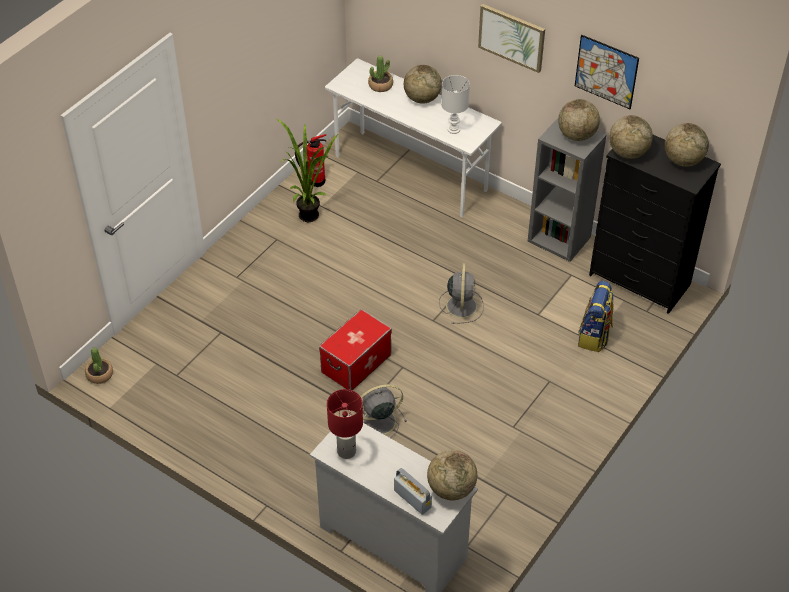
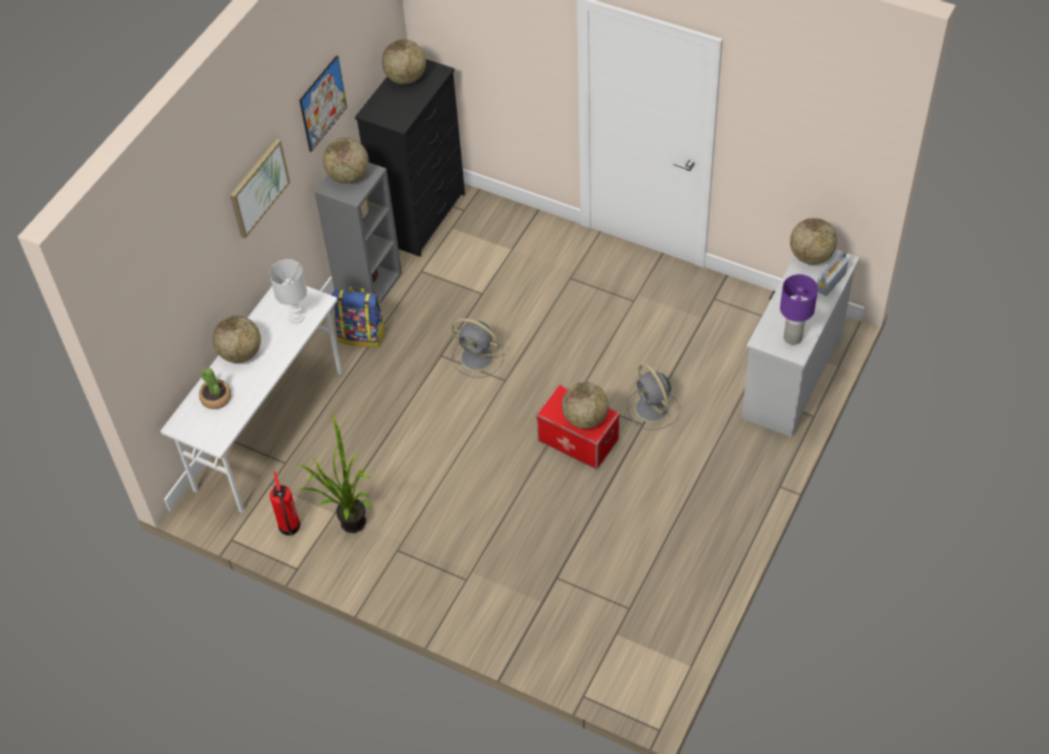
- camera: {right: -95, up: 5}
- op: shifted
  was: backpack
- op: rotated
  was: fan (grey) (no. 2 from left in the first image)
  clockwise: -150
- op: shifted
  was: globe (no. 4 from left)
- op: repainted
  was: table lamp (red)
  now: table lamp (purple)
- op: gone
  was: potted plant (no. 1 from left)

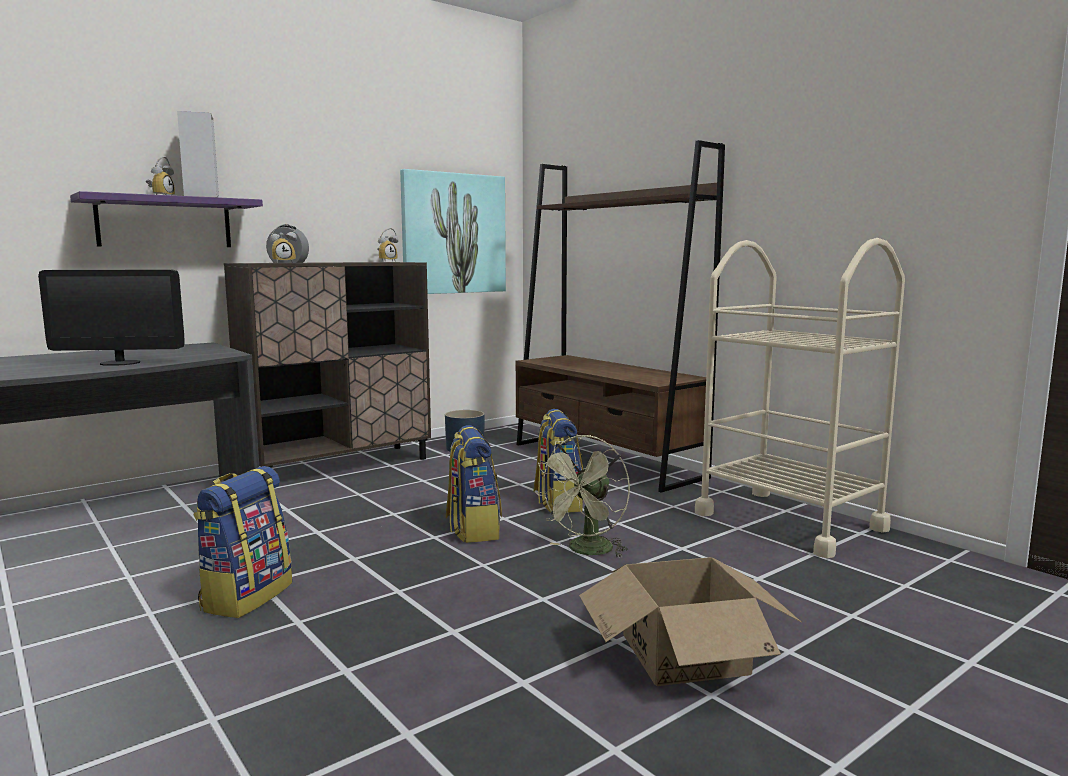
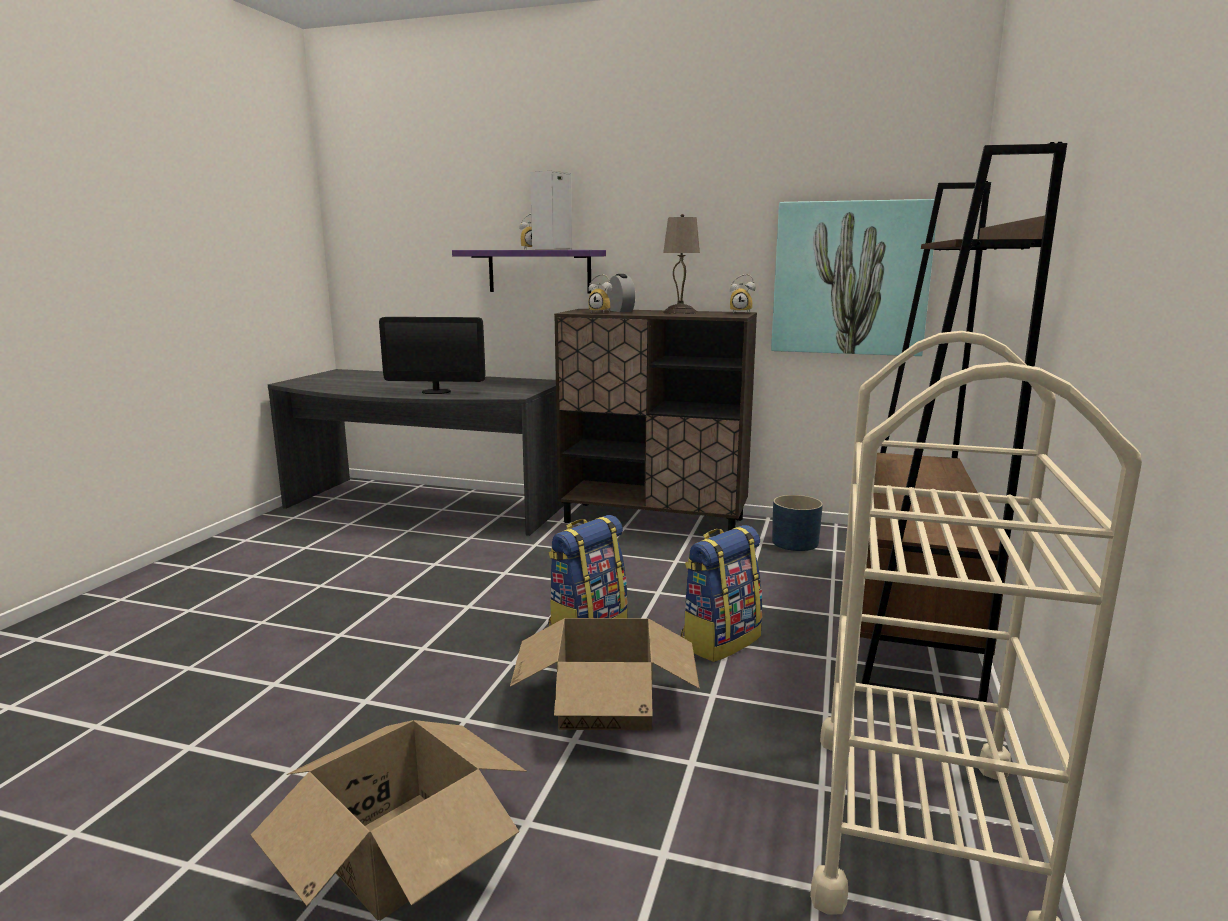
- camera: {right: 55, up: 5}
- op: rotated
  was: monitor
  clockwise: -45
- op: swapped
  was: fan (green)
  now: cardboard box (no. 2 from left)
- op: new
  now: table lamp (beige)
- op: gone
  was: backpack (no. 1 from left)

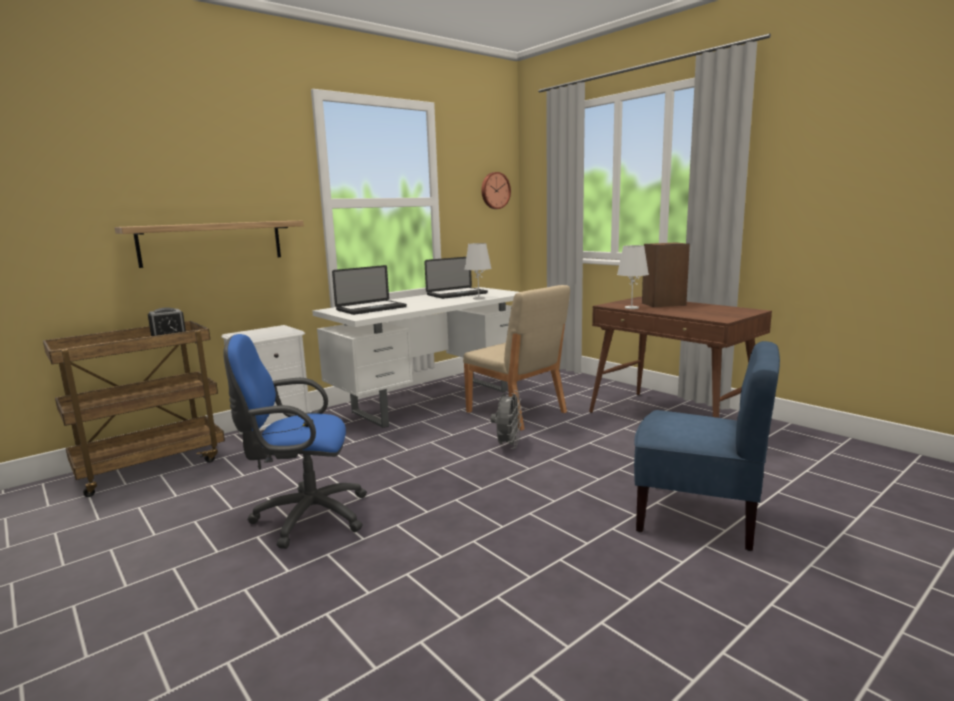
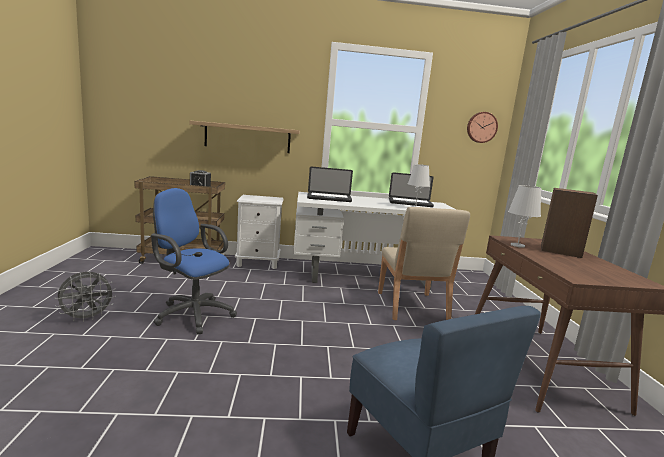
- camera: {right: 35, up: 0}
- op: shifted
  was: fan (grey)

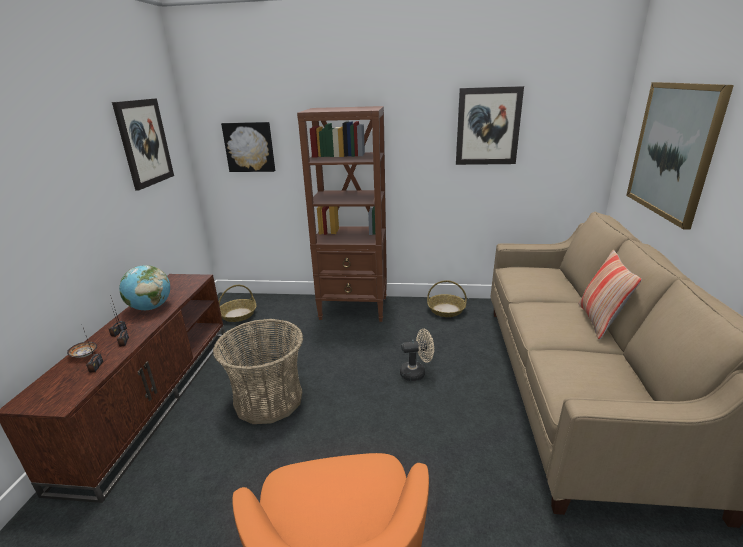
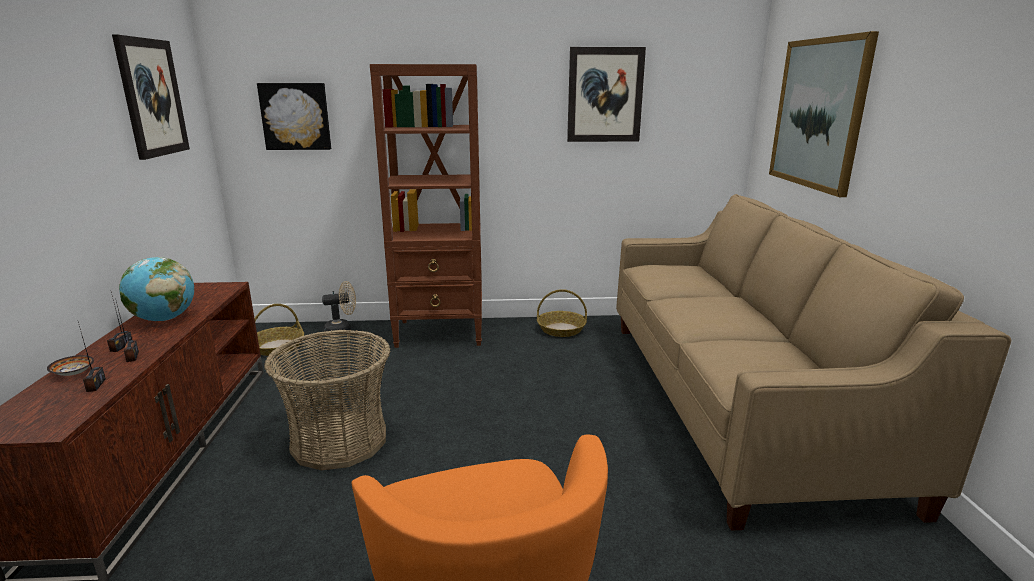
- camera: {right: -10, up: -5}
- op: shifted
  was: fan (beige)
- op: gone
  was: pillow

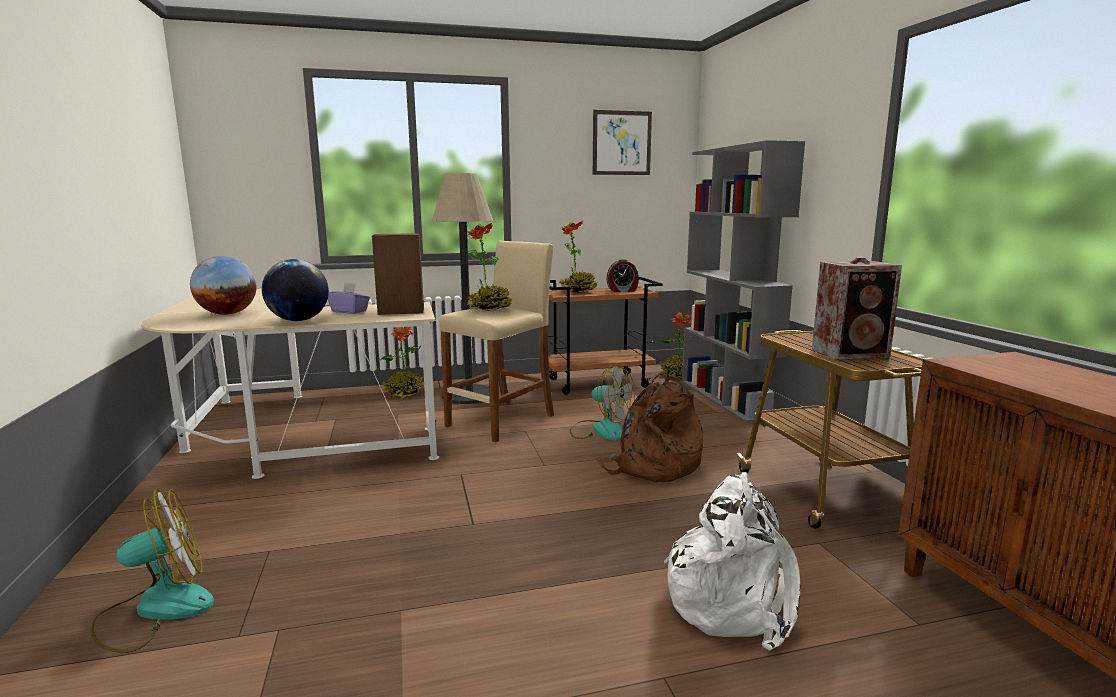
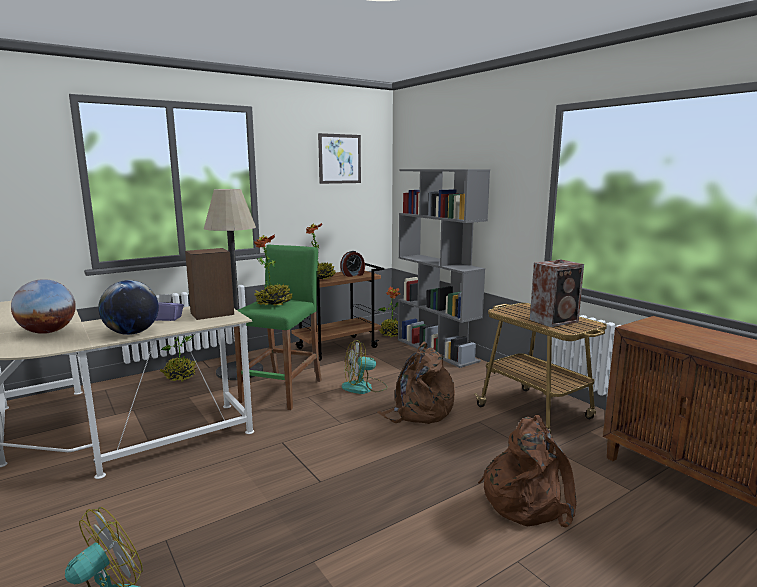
- camera: {right: -20, up: 0}
- op: repainted
  was: stool (beige)
  now: stool (green)
- op: rotated
  was: fan (no. 2 from left)
  clockwise: 150
- op: repainted
  was: backpack (white)
  now: backpack (brown) (no. 2 from left)

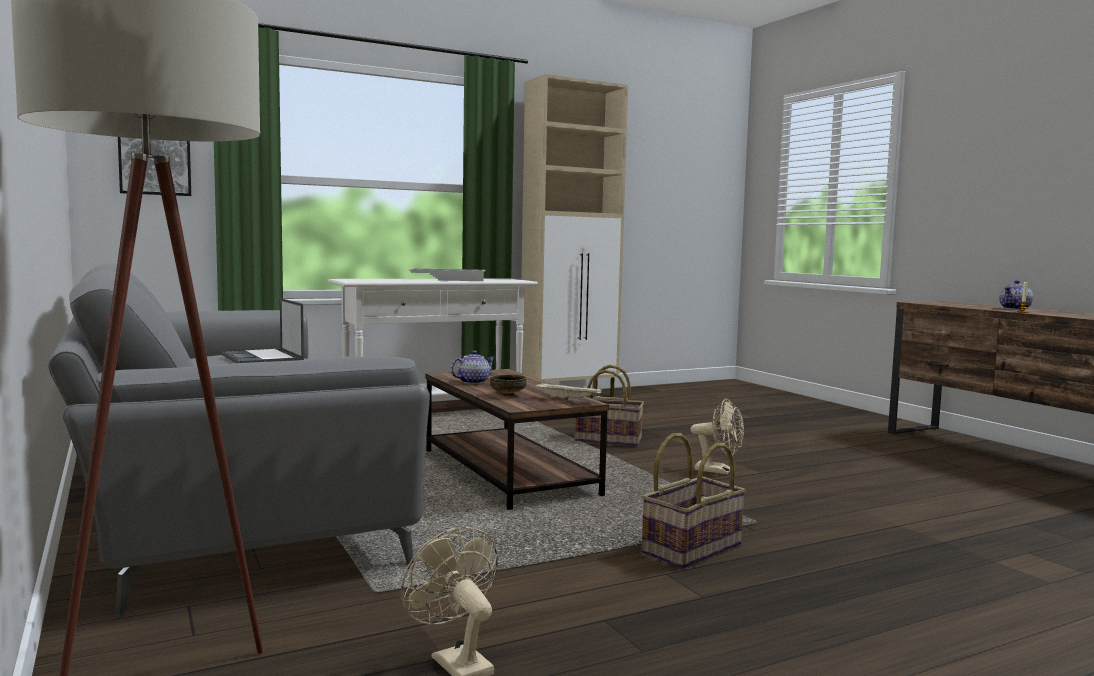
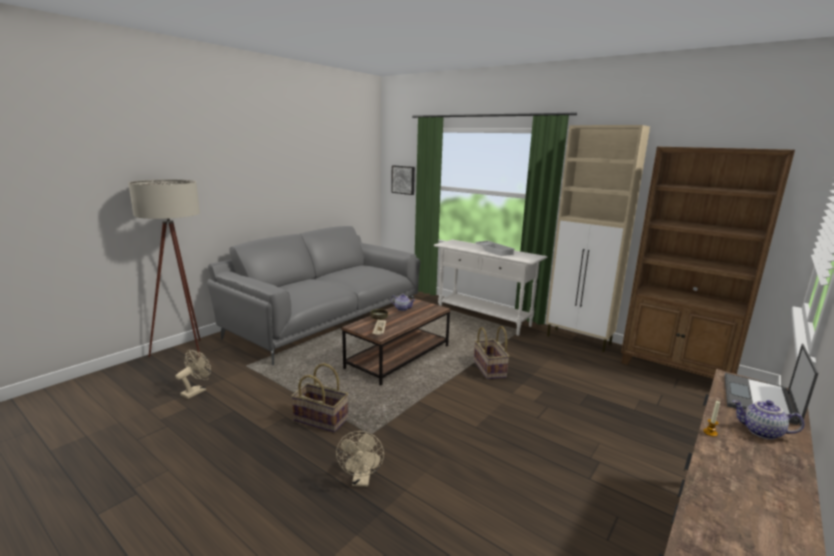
- camera: {right: 65, up: 10}
- op: shifted
  was: fan (beige) (no. 2 from left)
- op: new
  now: bookcase (brown)
- op: shifted
  was: laptop

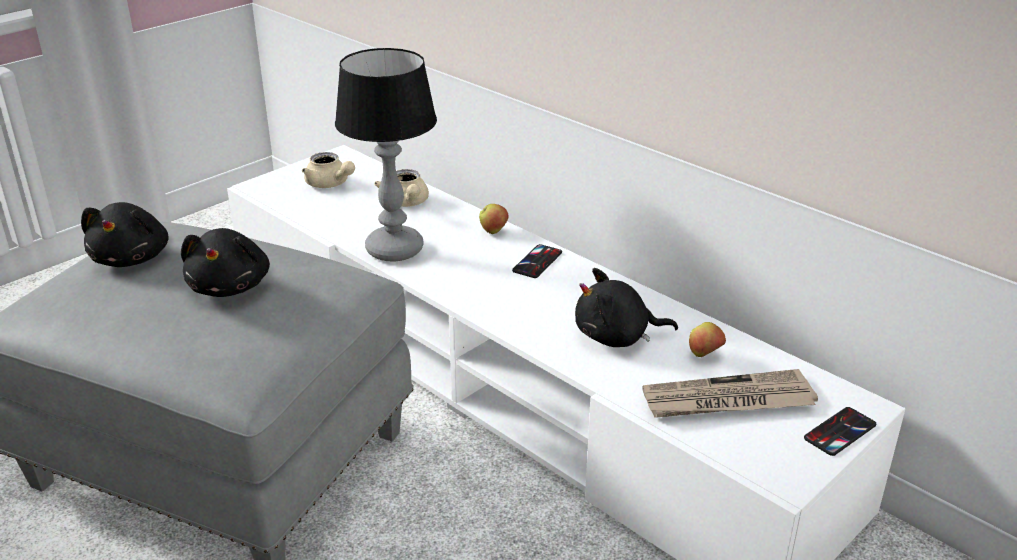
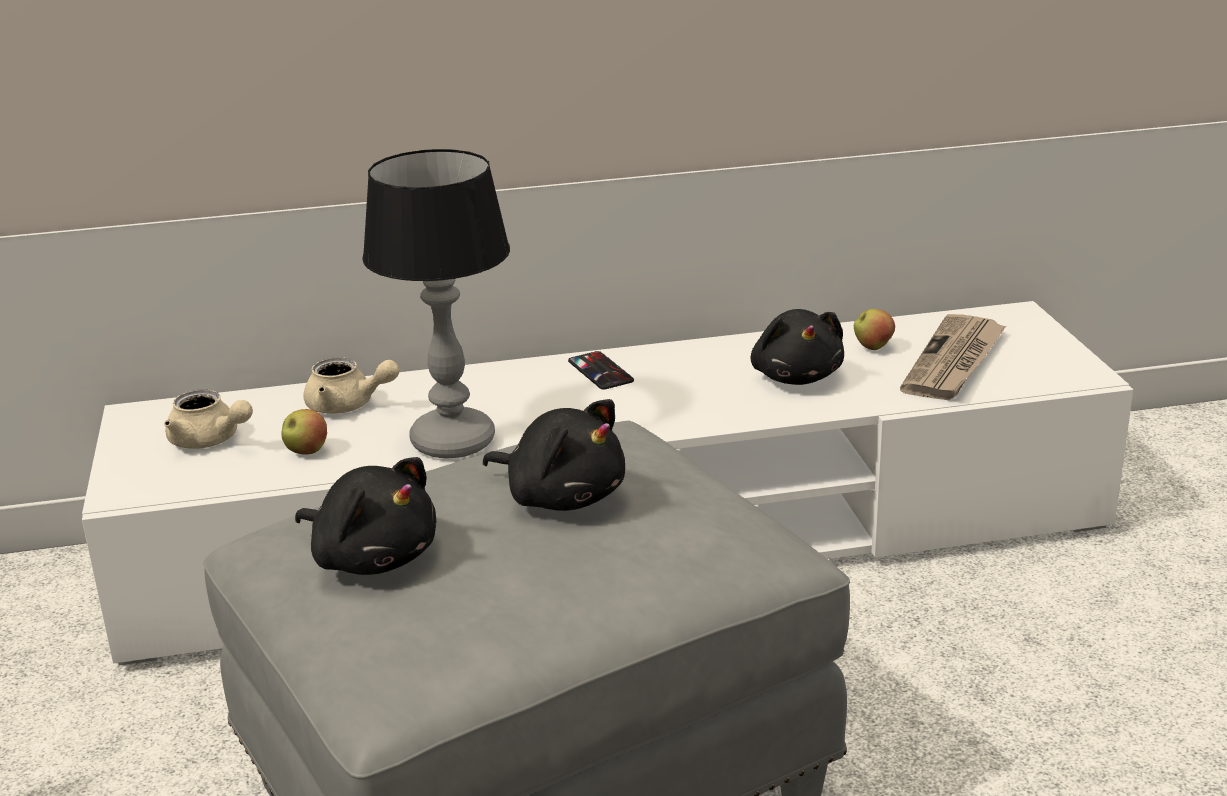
- camera: {right: -55, up: -5}
- op: rotated
  was: teapot (beige) (no. 1 from left)
  clockwise: 45
- op: shifted
  was: apple (no. 1 from left)
- op: rotated
  was: plush toy (black) (no. 3 from left)
  clockwise: -45
- op: gone
  was: phone (no. 2 from left)

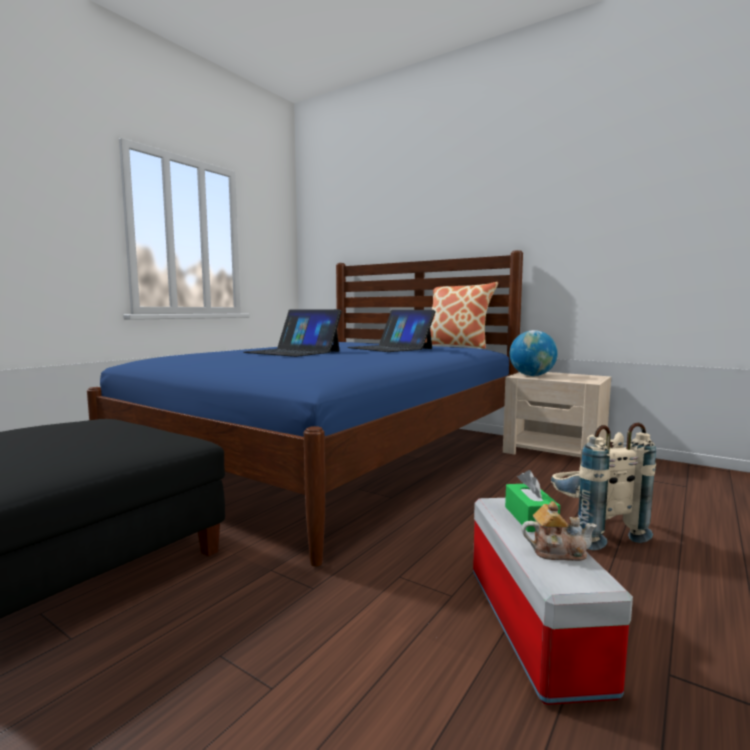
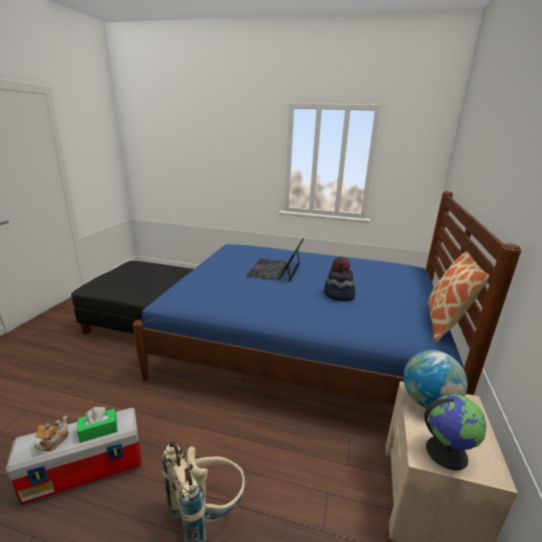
- camera: {right: 70, up: 15}
- op: rotated
  was: teapot
  clockwise: -150
- op: swapped
  was: laptop (no. 2 from left)
  now: hat
- op: new
  now: globe (no. 2 from left)

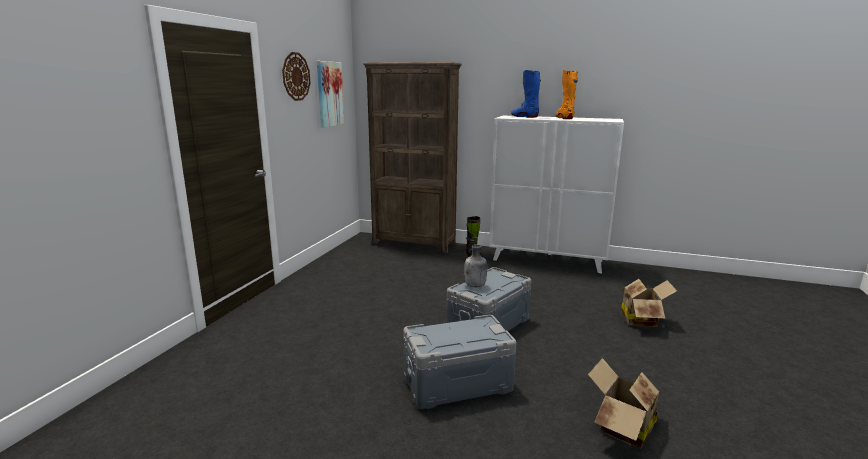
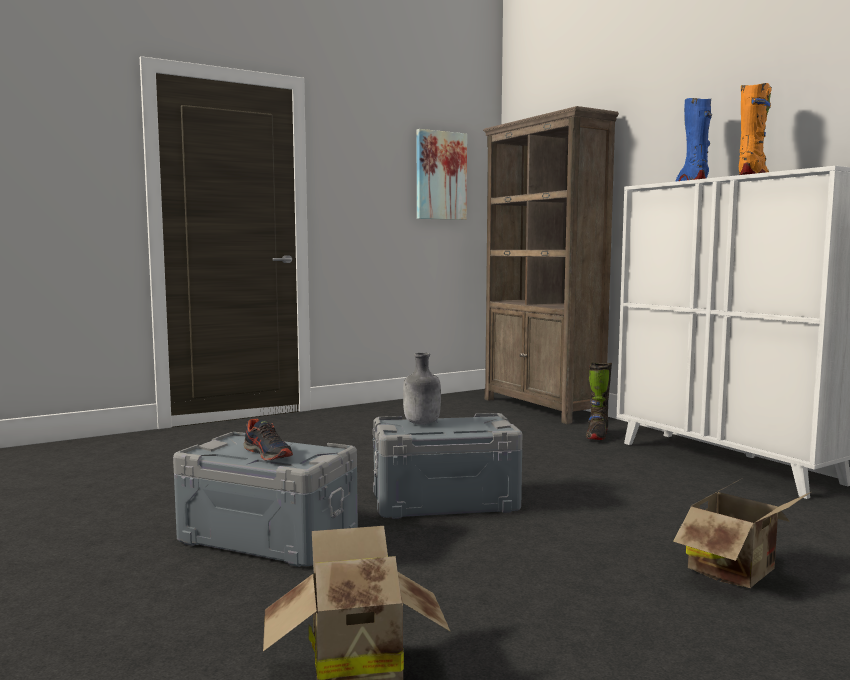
- camera: {right: 40, up: -10}
- op: new
  now: shoe
- op: gone
  was: wall clock

